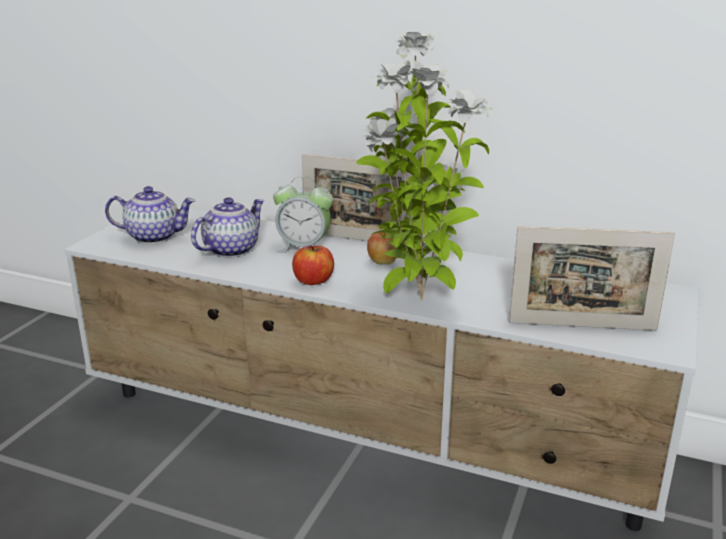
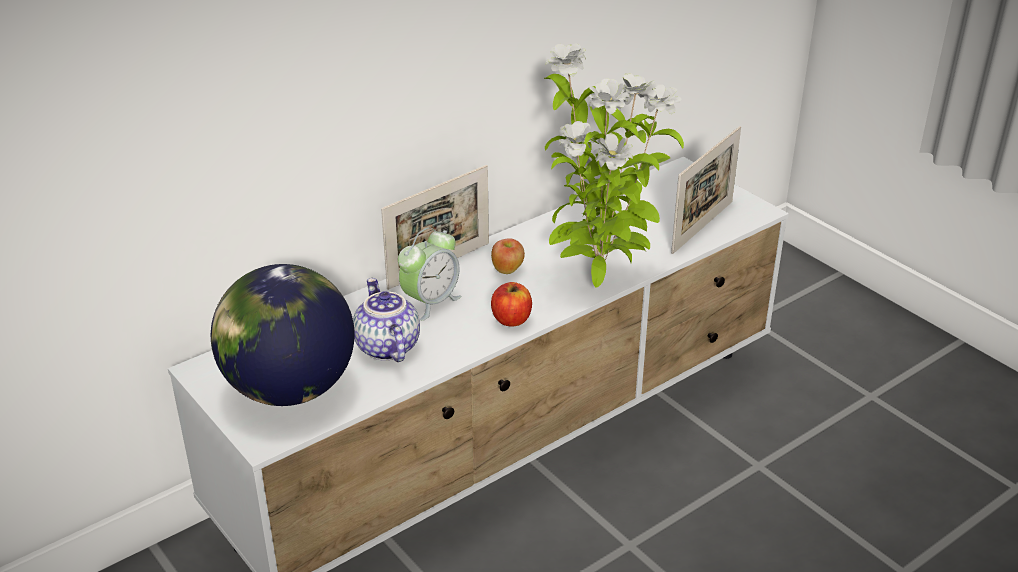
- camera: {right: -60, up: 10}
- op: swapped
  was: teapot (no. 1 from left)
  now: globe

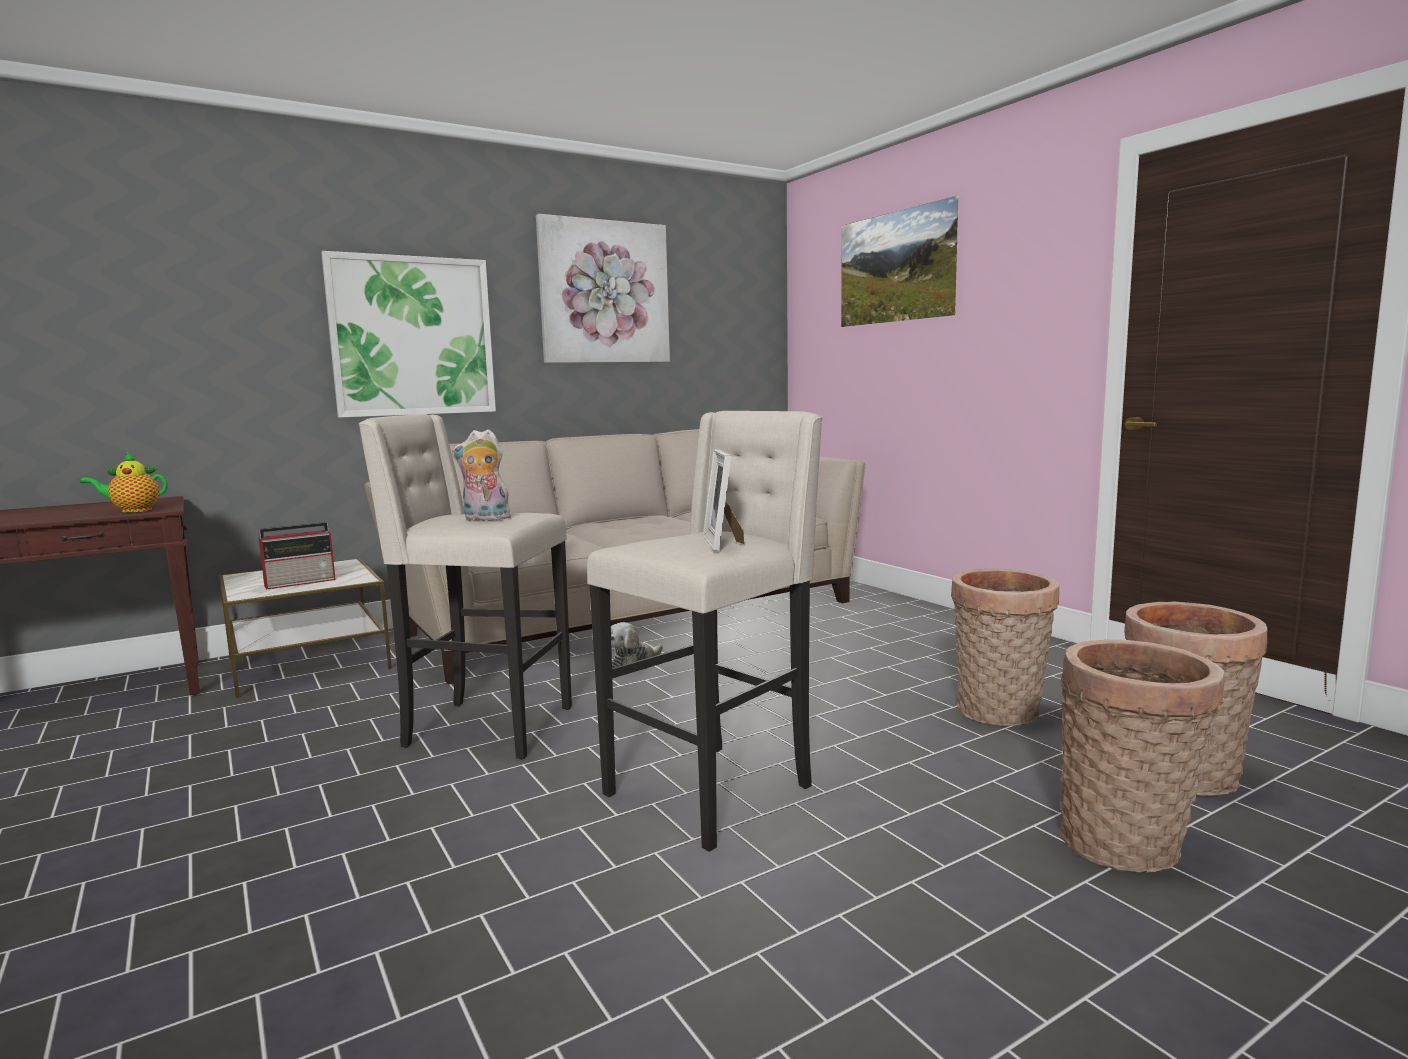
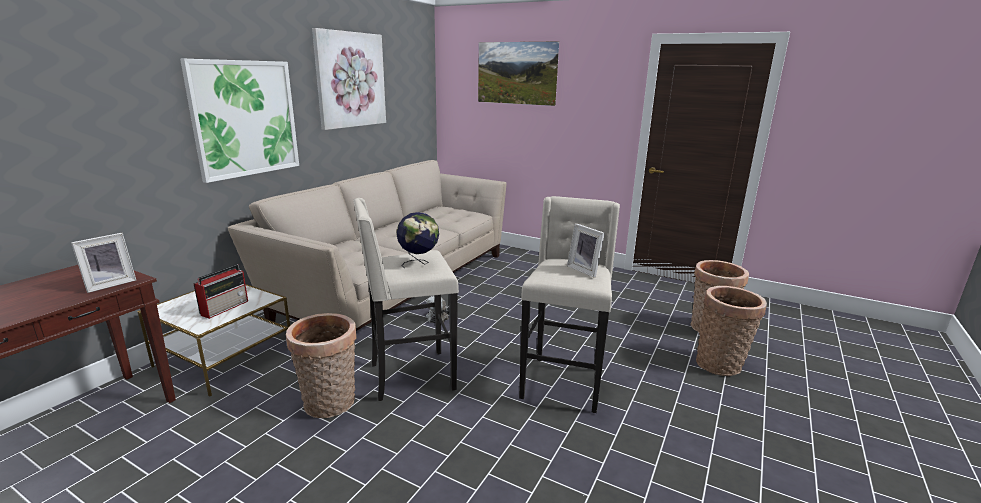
- camera: {right: -30, up: 10}
- op: swapped
  was: teapot
  now: picture frame (no. 1 from left)
- op: shifted
  was: basket (no. 1 from left)
- op: swapped
  was: plush toy (no. 1 from left)
  now: globe

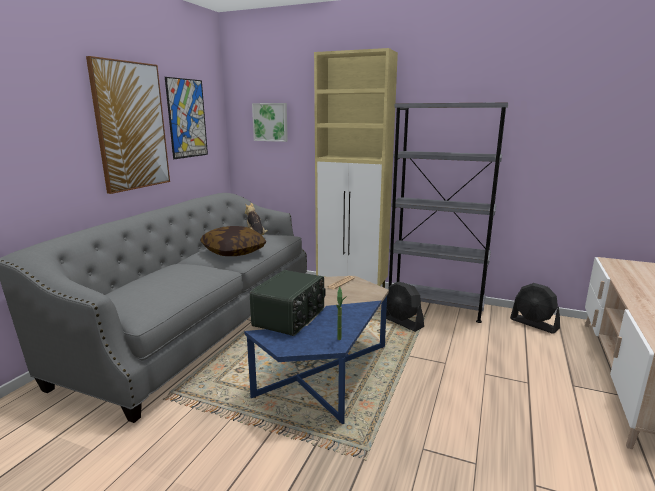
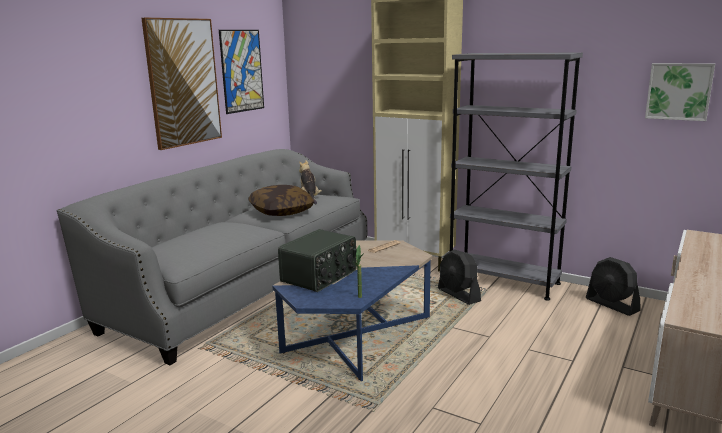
- camera: {right: 10, up: 0}
- op: shifted
  was: picture (no. 3 from left)

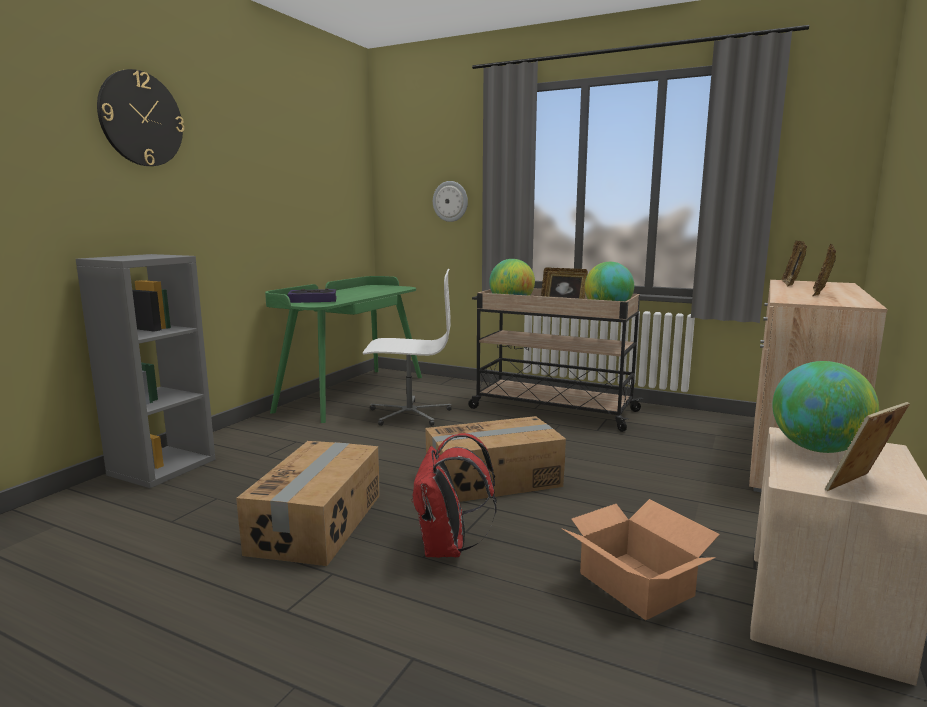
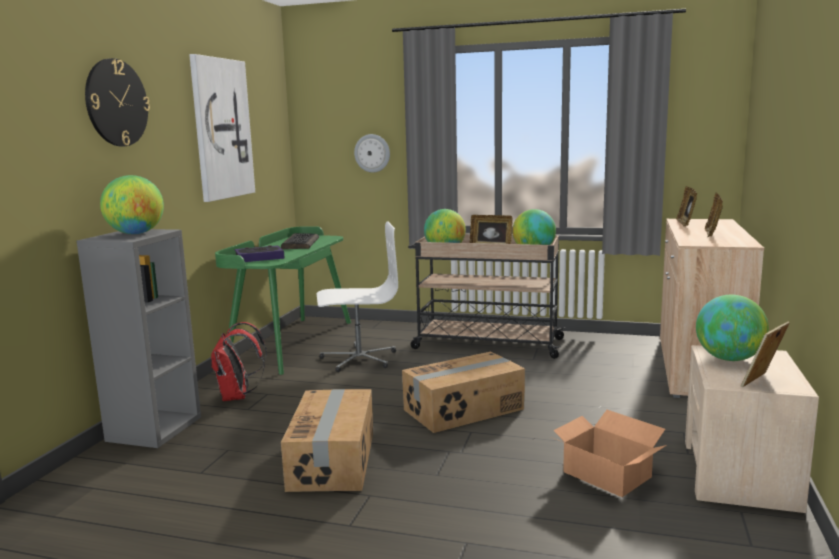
- camera: {right: -10, up: 0}
- op: new
  now: globe (no. 1 from left)
- op: new
  now: picture
- op: shifted
  was: backpack (red)
- op: new
  now: keyboard

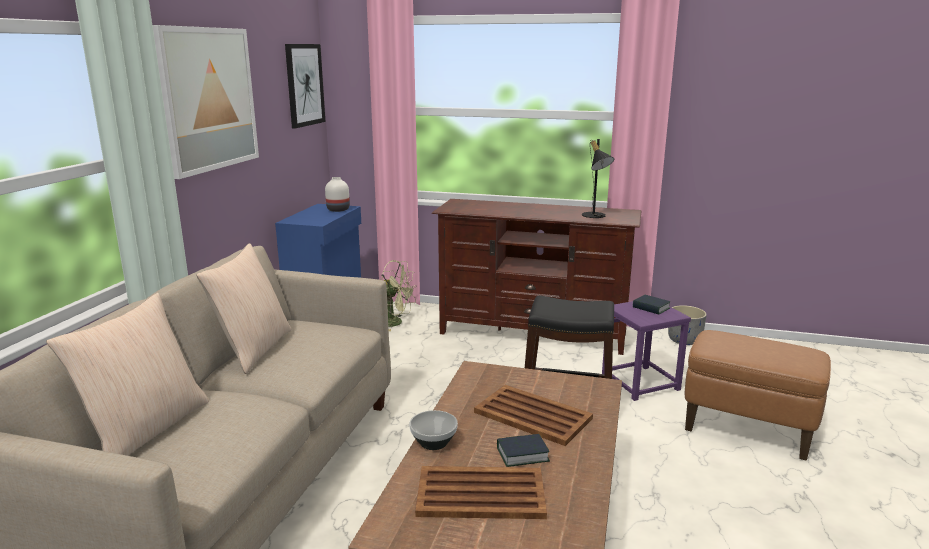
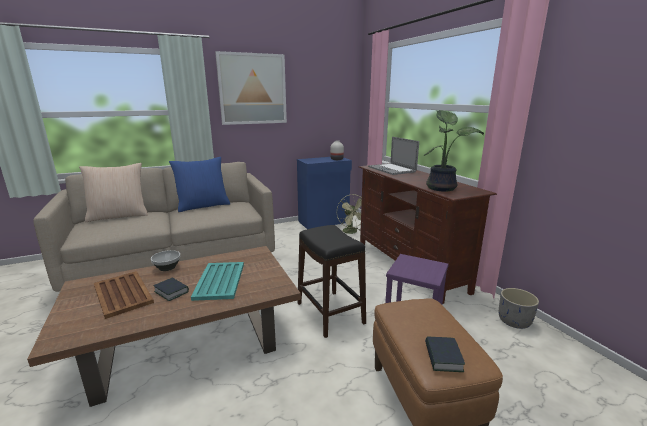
- camera: {right: 50, up: 0}
- op: repainted
  was: pillow (beige) (no. 2 from left)
  now: pillow (blue)
- op: repainted
  was: tray (brown) (no. 2 from left)
  now: tray (turquoise)
- op: new
  now: laptop
- op: swapped
  was: table lamp (black)
  now: potted plant
- op: shifted
  was: book (no. 2 from left)
- op: gone
  was: picture (no. 2 from left)

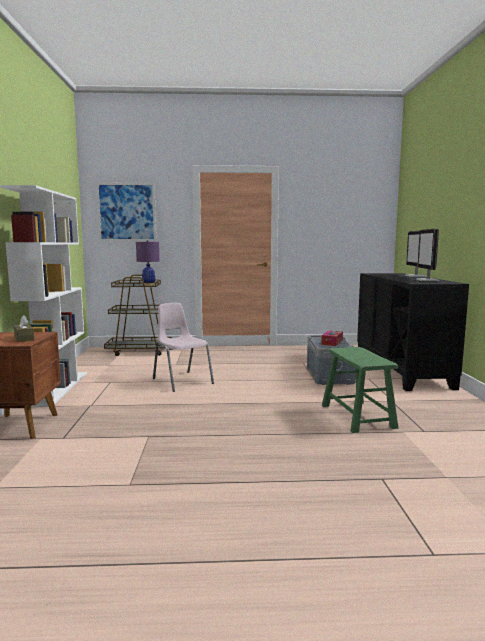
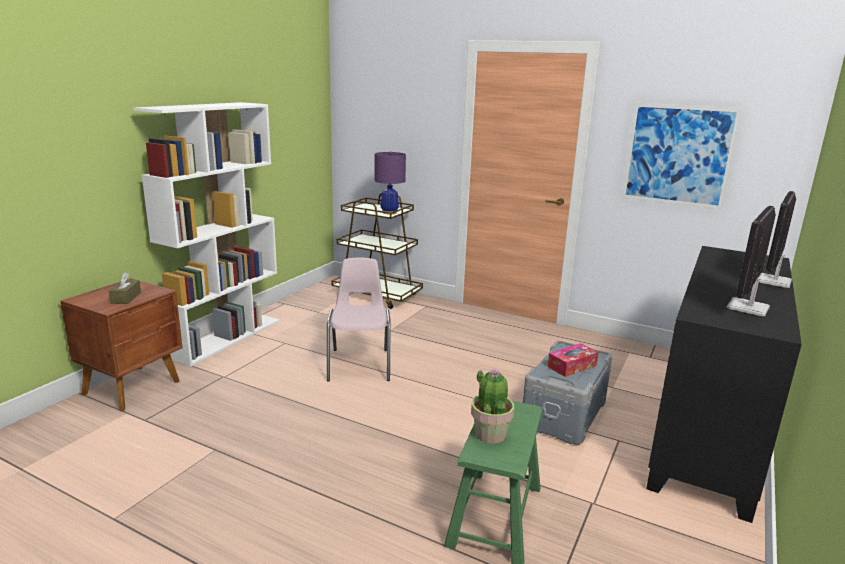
- camera: {right: 30, up: 10}
- op: new
  now: potted plant
- op: shifted
  was: picture

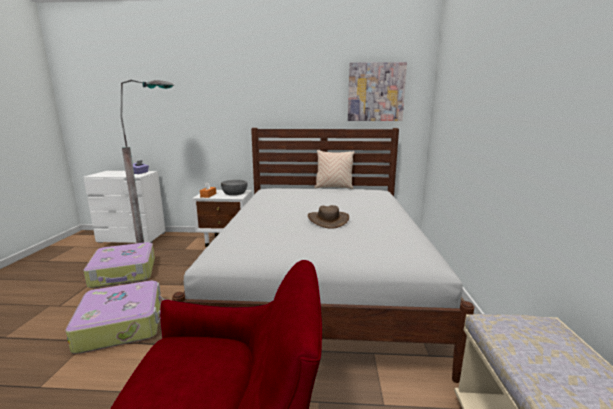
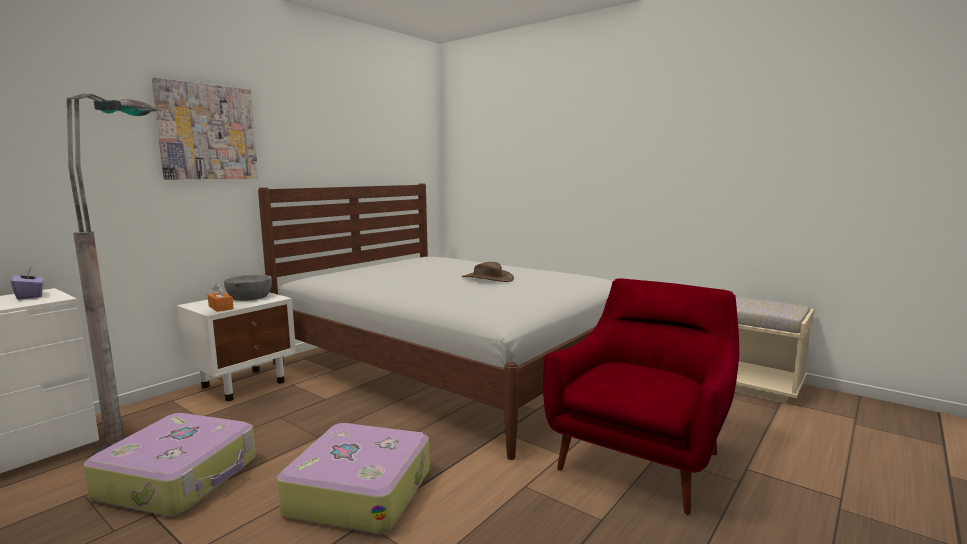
- camera: {right: -55, up: -5}
- op: shifted
  was: picture
- op: gone
  was: pillow (beige)

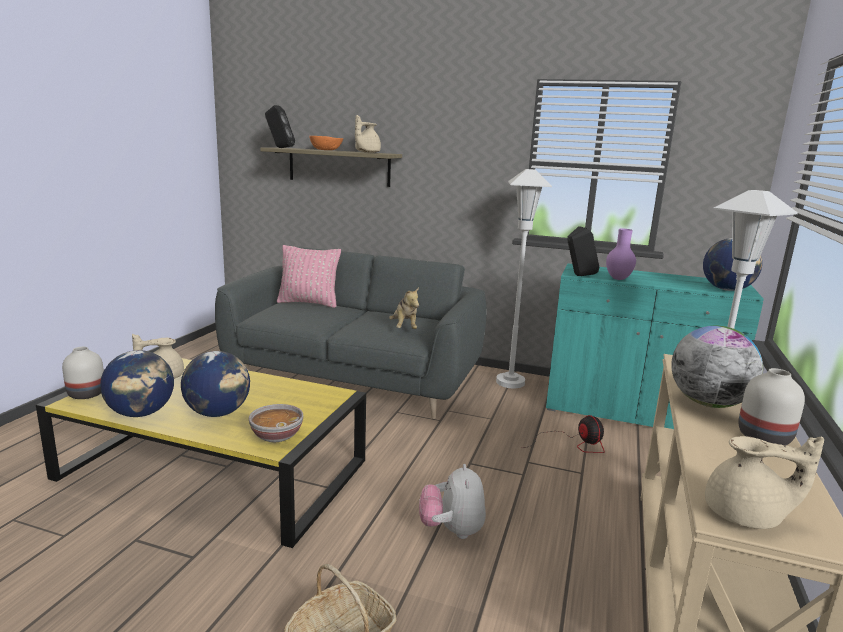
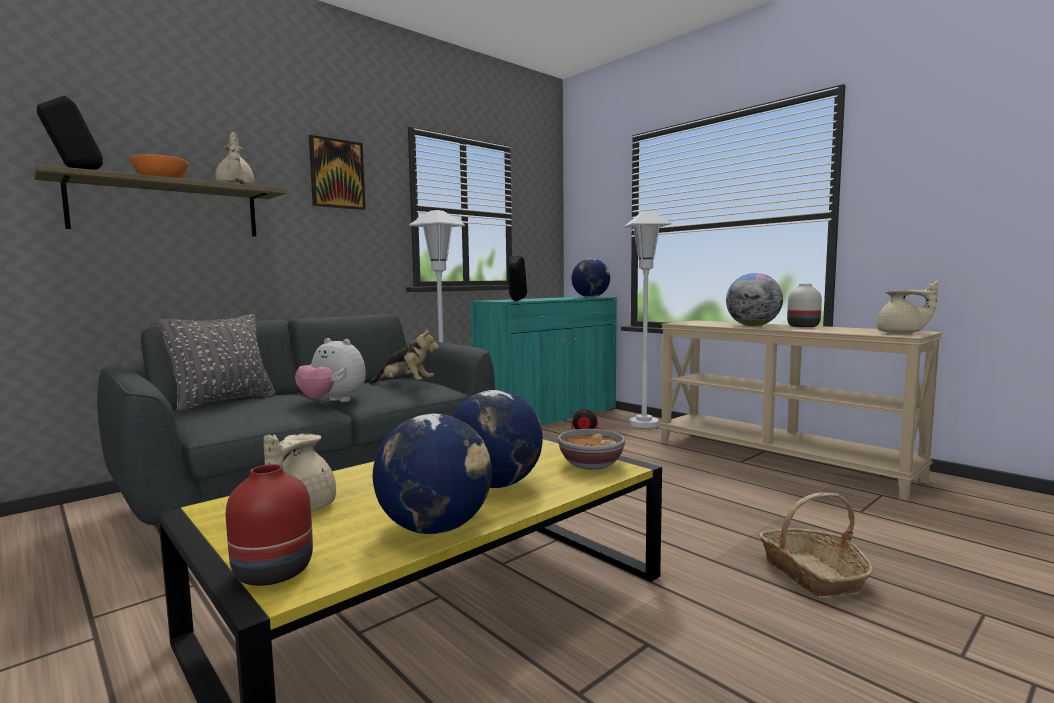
- camera: {right: -60, up: -10}
- op: repainted
  was: pillow (pink)
  now: pillow (grey)
- op: repainted
  was: vase (white) (no. 1 from left)
  now: vase (red)
- op: shifted
  was: plush toy (no. 2 from left in the first image)
  now: plush toy (no. 1 from left)
- op: new
  now: picture
- op: rotated
  was: teapot (beige) (no. 3 from left)
  clockwise: 75
- op: gone
  was: vase (purple)

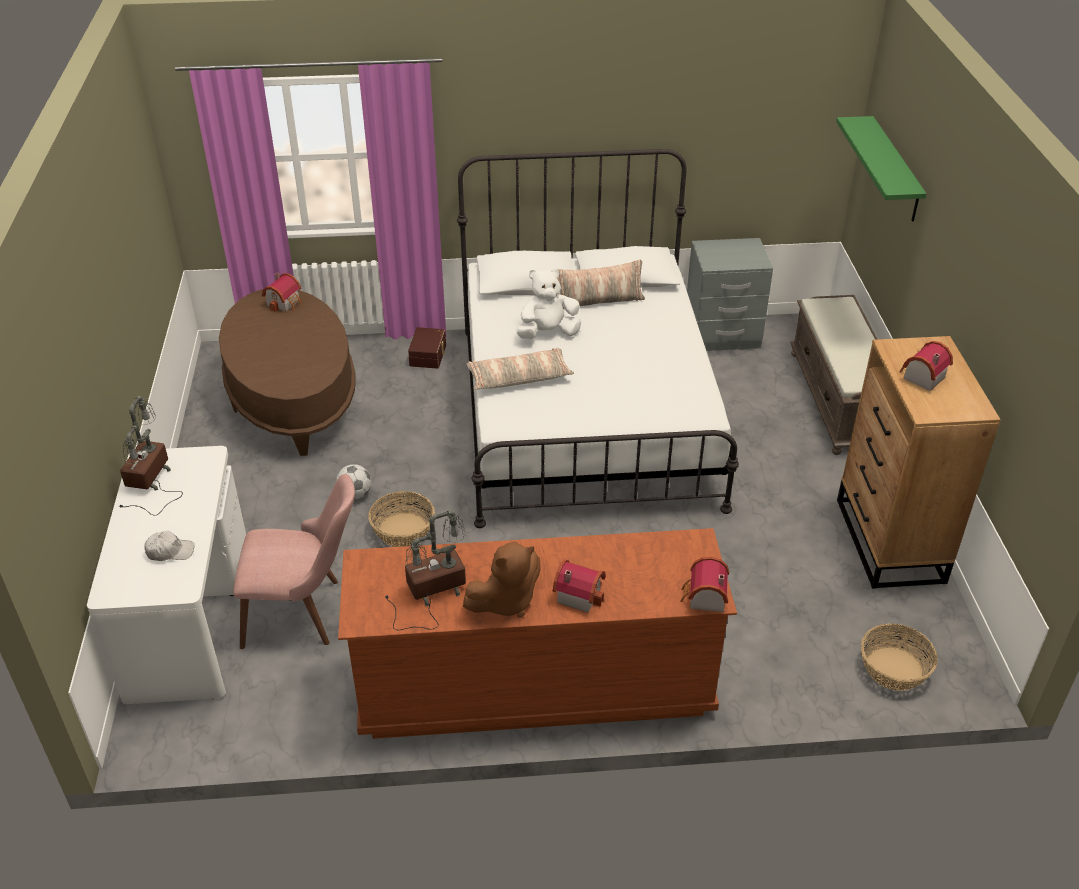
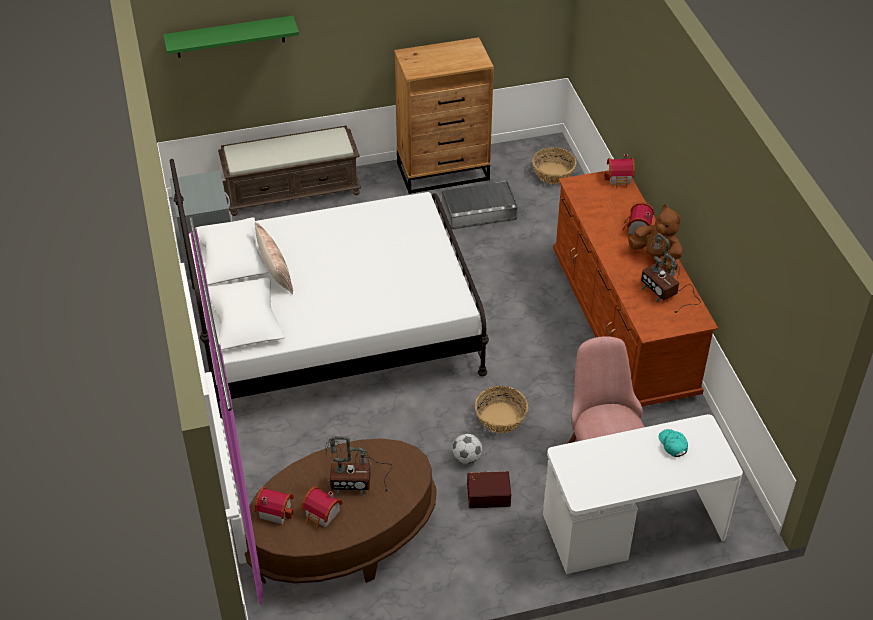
- camera: {right: -100, up: 5}
- op: shifted
  was: toy house (no. 4 from left in the first image)
  now: toy house (no. 2 from left)
- op: shifted
  was: table lamp (no. 1 from left)
- op: new
  now: storage box (grey)
- op: shifted
  was: storage box (brown)
- op: repainted
  was: cap (white)
  now: cap (turquoise)
- op: gone
  was: pillow (no. 1 from left)
- op: gone
  was: plush toy (white)

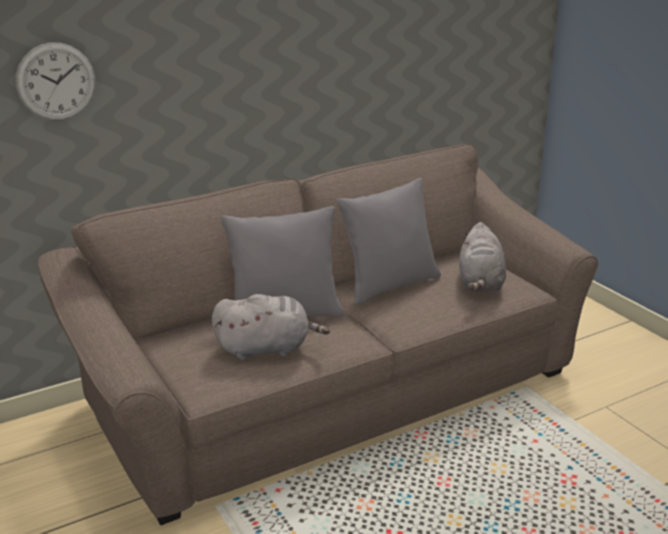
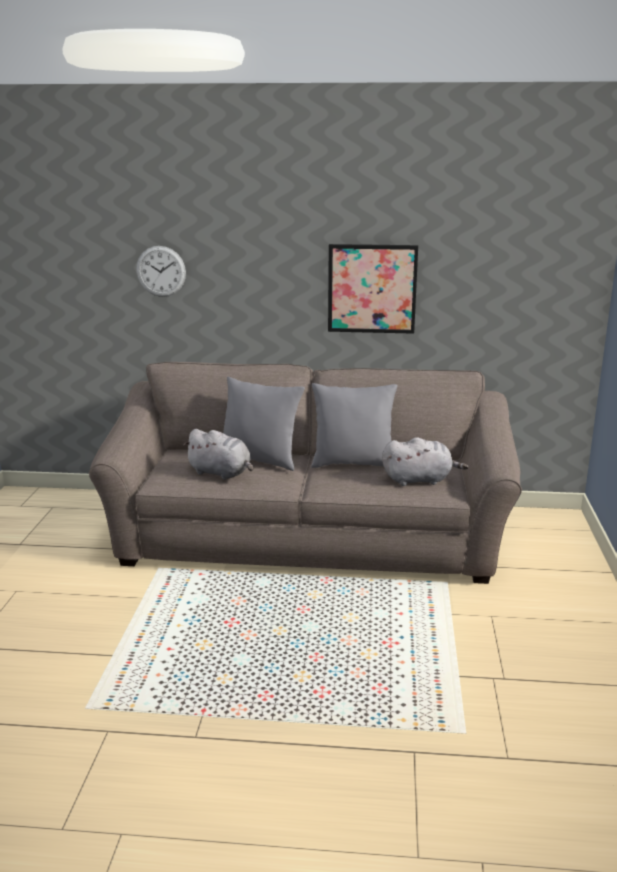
- camera: {right: 35, up: -5}
- op: new
  now: picture
- op: rotated
  was: plush toy (grey) (no. 2 from left)
  clockwise: -135

